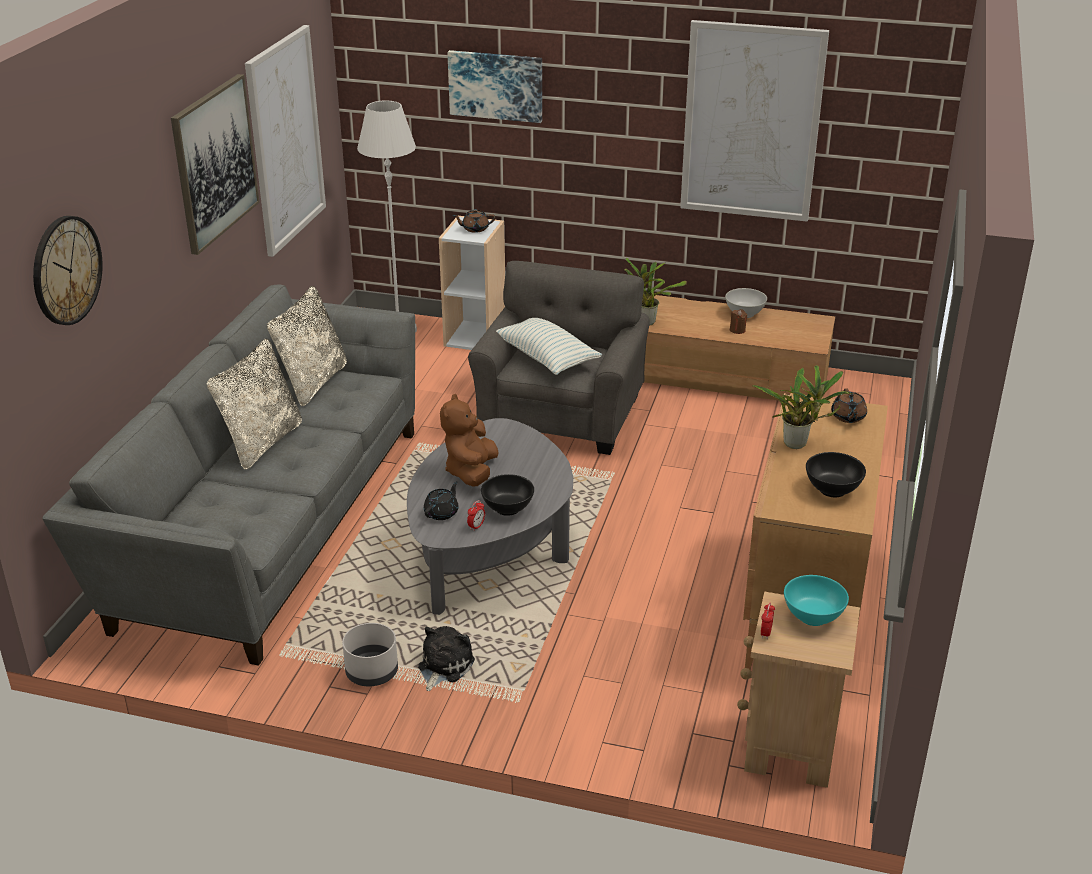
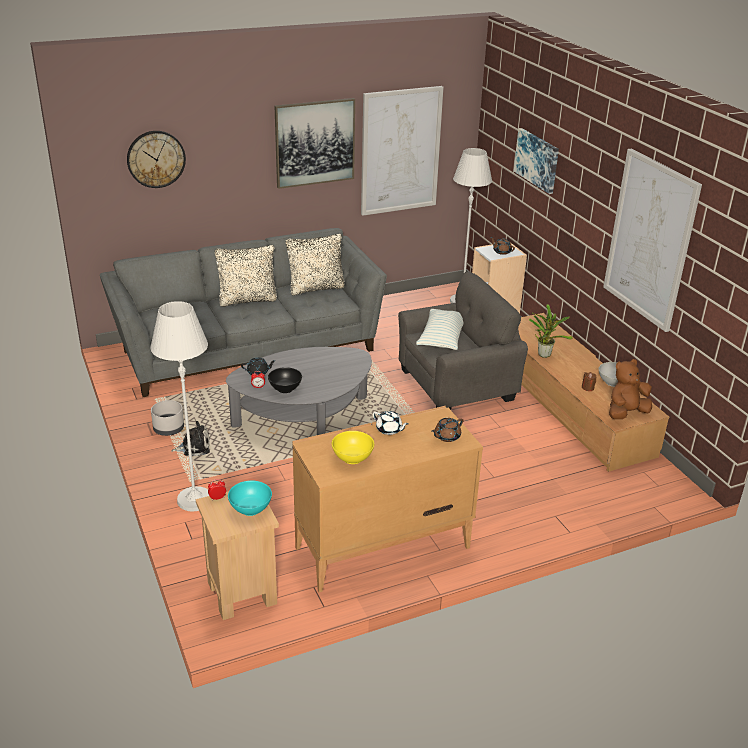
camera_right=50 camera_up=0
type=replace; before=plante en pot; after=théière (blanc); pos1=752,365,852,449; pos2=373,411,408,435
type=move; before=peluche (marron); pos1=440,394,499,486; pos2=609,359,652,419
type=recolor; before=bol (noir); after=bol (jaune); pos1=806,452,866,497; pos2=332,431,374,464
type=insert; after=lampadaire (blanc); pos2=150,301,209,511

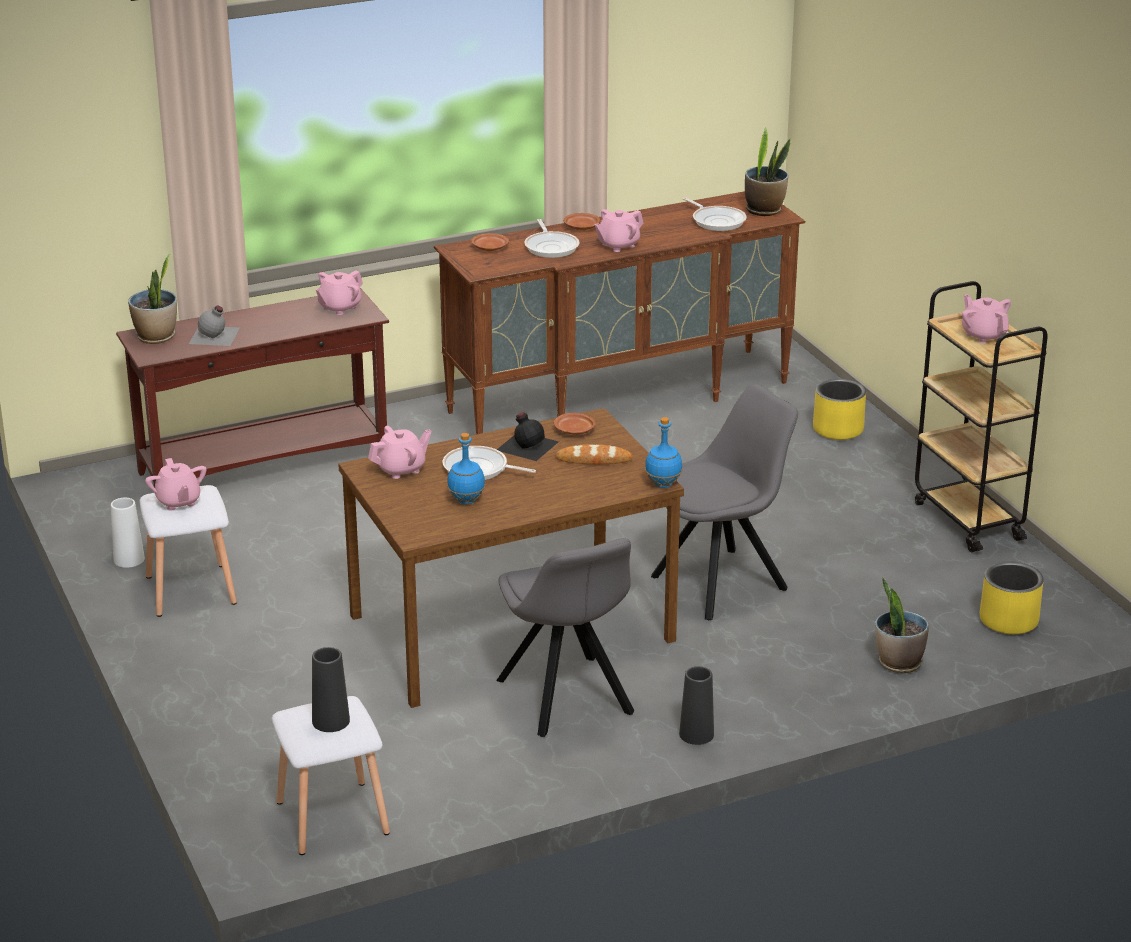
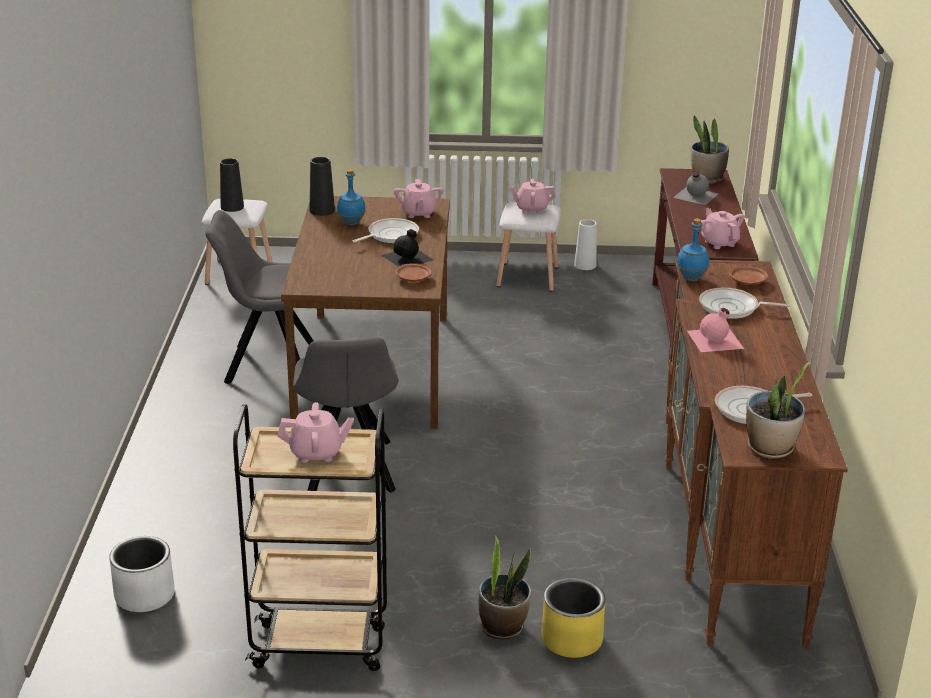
camera_right=115 camera_up=0
type=replace; before=théière (rose); after=bouteille (rose); pos1=595,209,644,252; pos2=687,308,744,352
type=delete; before=assiette (marron); pos1=563,213,600,230
type=move; before=bouteille (bleu); pos1=645,417,683,488; pos2=676,219,709,281
type=delete; before=pain; pos1=555,444,633,464
type=recolor; before=cache-pot (jaune); after=cache-pot (blanc); pos1=980,561,1044,634; pos2=109,536,175,612
type=move; before=plante en pot; pos1=875,577,929,673; pos2=479,535,531,640
type=move; before=vase (noir); pos1=679,666,714,745; pos2=310,157,335,216

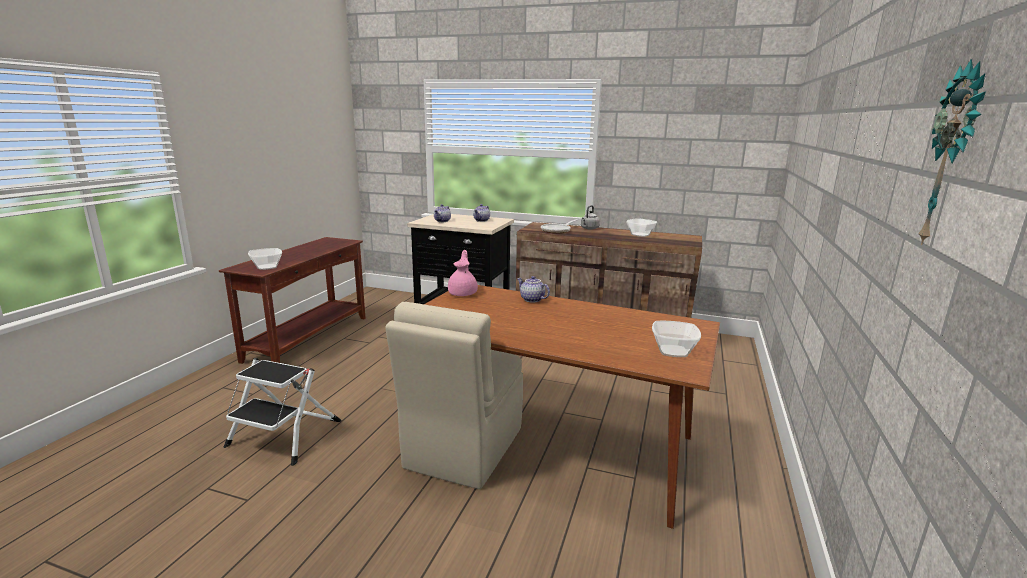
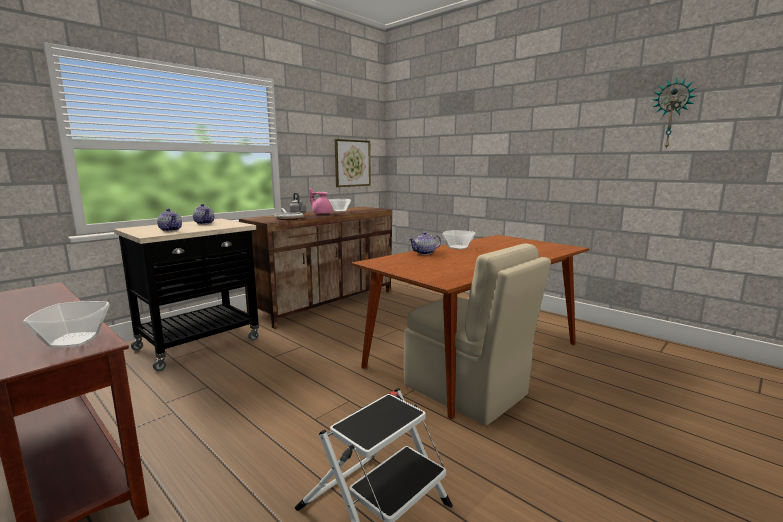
camera_right=-65 camera_up=-5
type=move; before=théière (rose); pos1=448,250,478,296; pos2=309,187,332,214
type=move; before=bol; pos1=652,321,701,357; pos2=442,230,475,250
type=insert; after=tableau; pos2=335,139,371,187

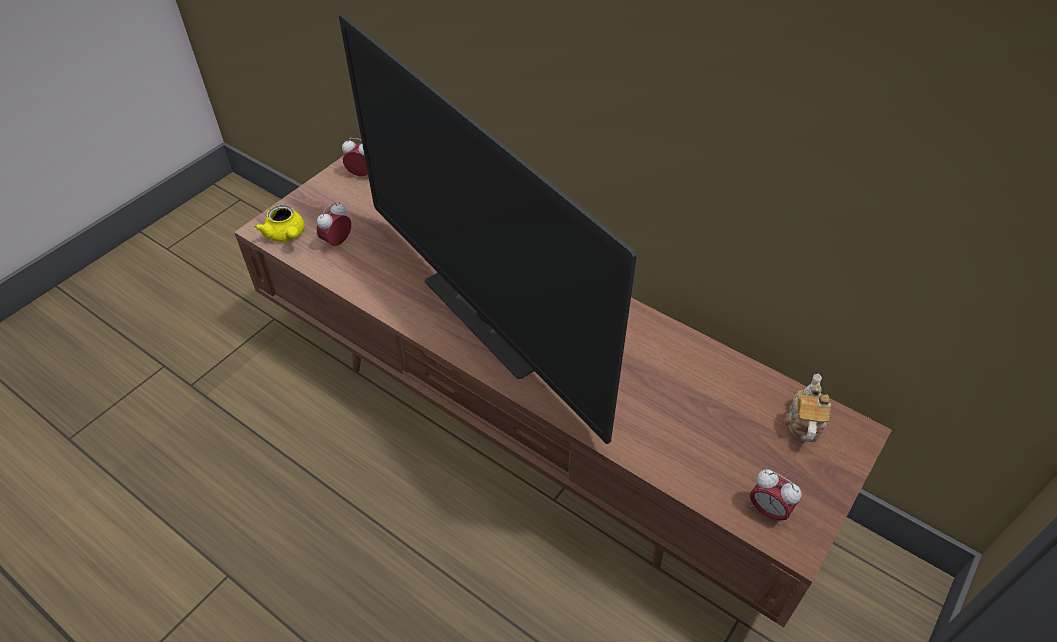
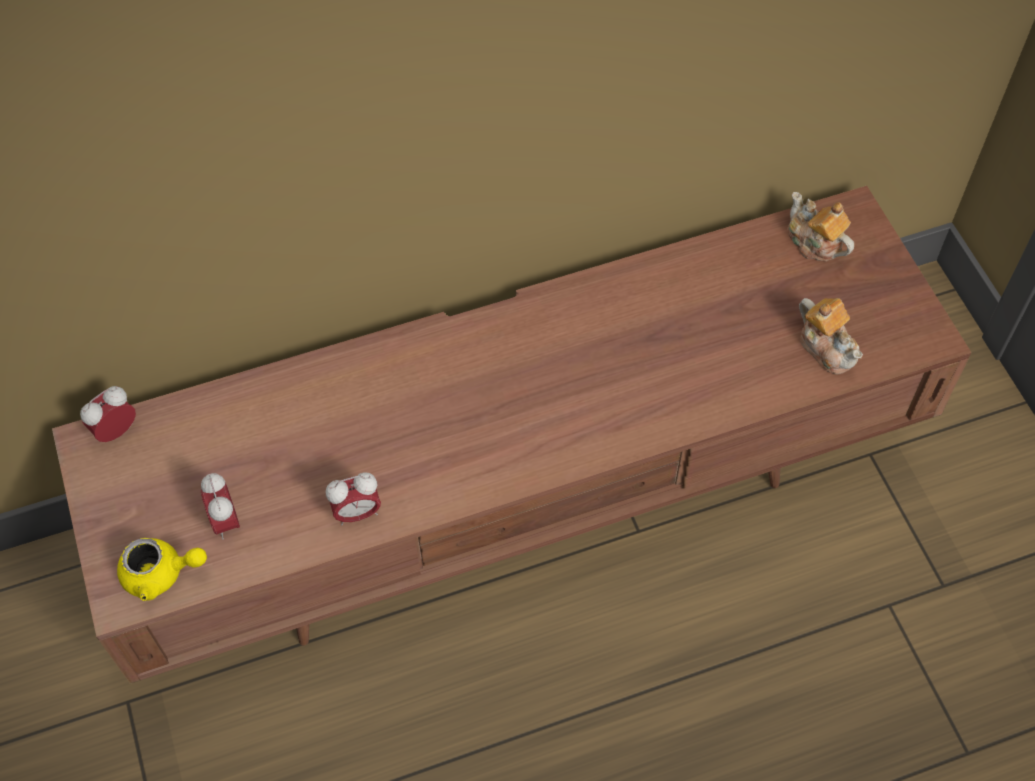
camera_right=-55 camera_up=10
type=delete; before=téléviseur; pos1=339,15,637,444
type=move; before=réveil; pos1=750,469,802,525; pos2=326,472,381,525
type=insert; after=théière; pos2=799,298,863,374

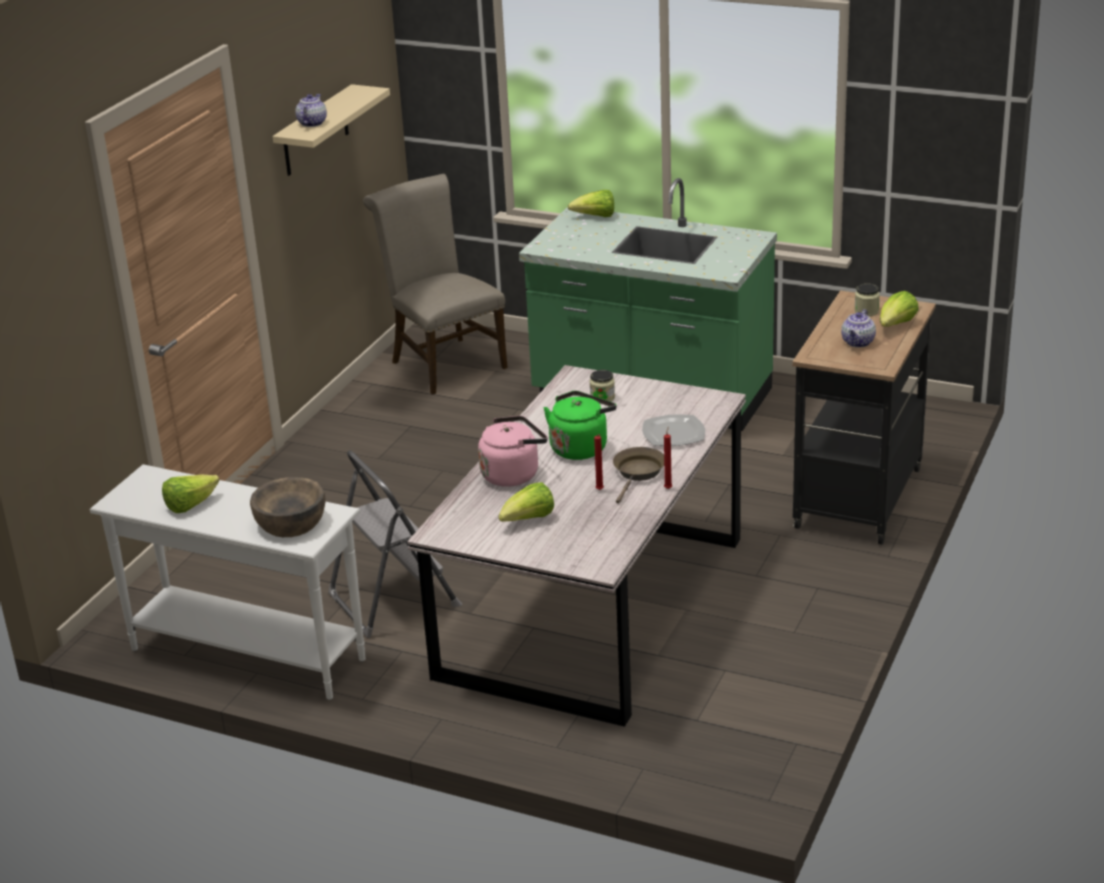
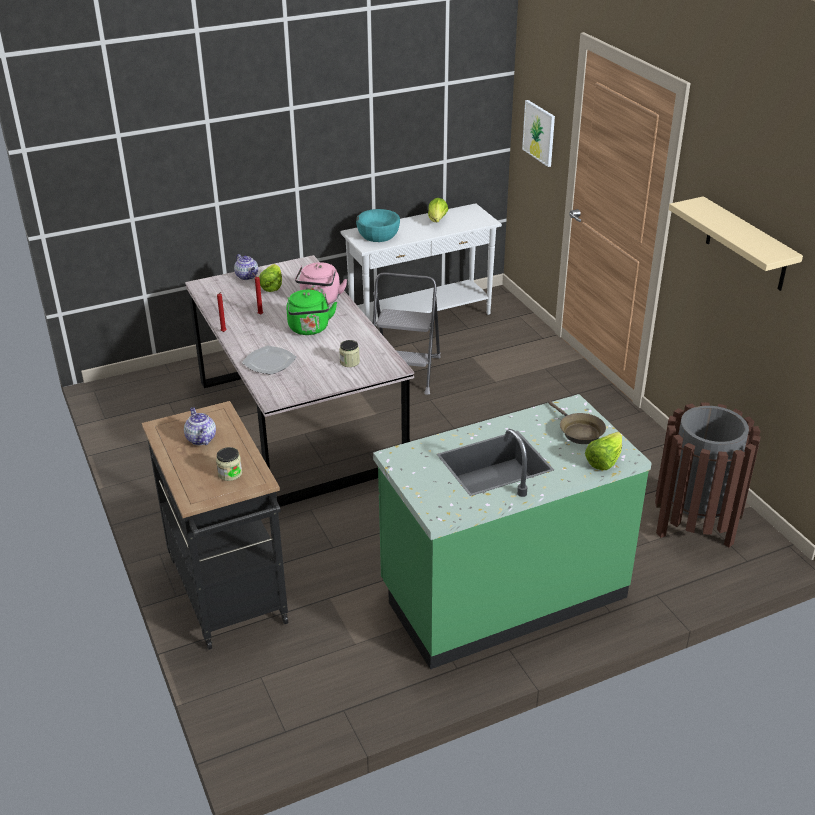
camera_right=130 camera_up=5
type=move; before=théière; pos1=295,94,327,127; pos2=234,254,258,280
type=replace; before=chaise (beige); after=poubelle (marron); pos1=363,174,508,395; pos2=655,403,761,547
type=delete; before=laitue; pos1=880,291,919,327
type=move; before=poêle (marron); pos1=613,447,664,504; pos2=549,401,606,444
type=recolor; before=bol (marron); after=bol (turquoise); pos1=250,477,325,537; pos2=356,209,400,242
type=insert; after=tableau; pos2=522,100,555,167

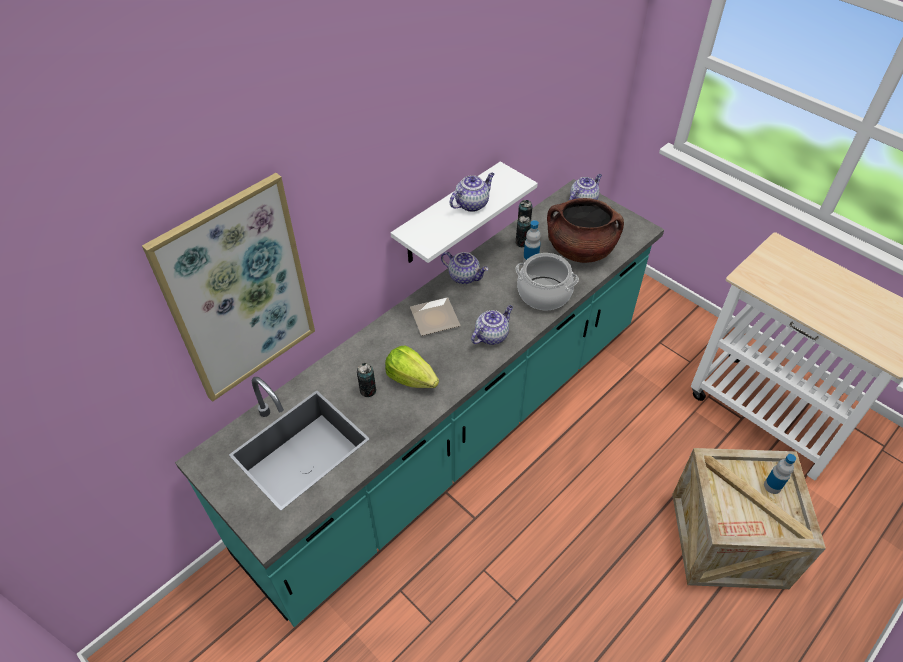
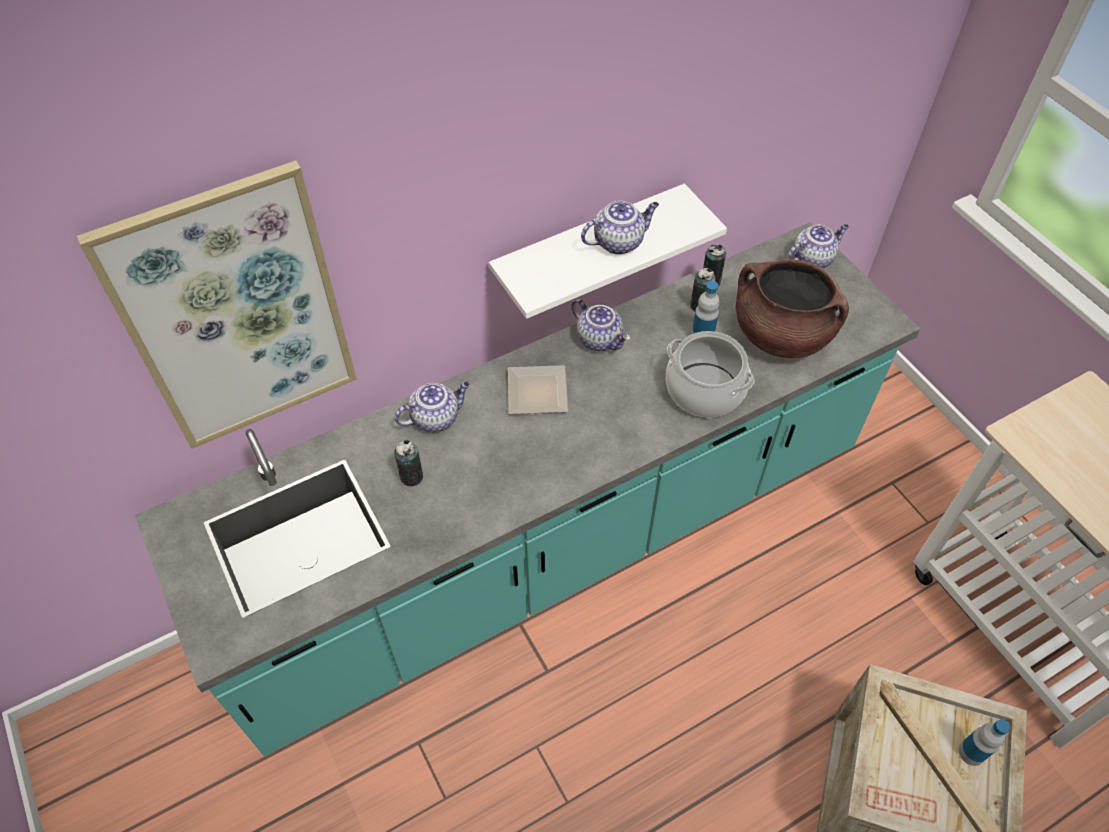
camera_right=15 camera_up=5
type=move; before=théière; pos1=471,305,513,345; pos2=395,382,470,432
type=delete; before=laitue; pos1=385,345,439,388

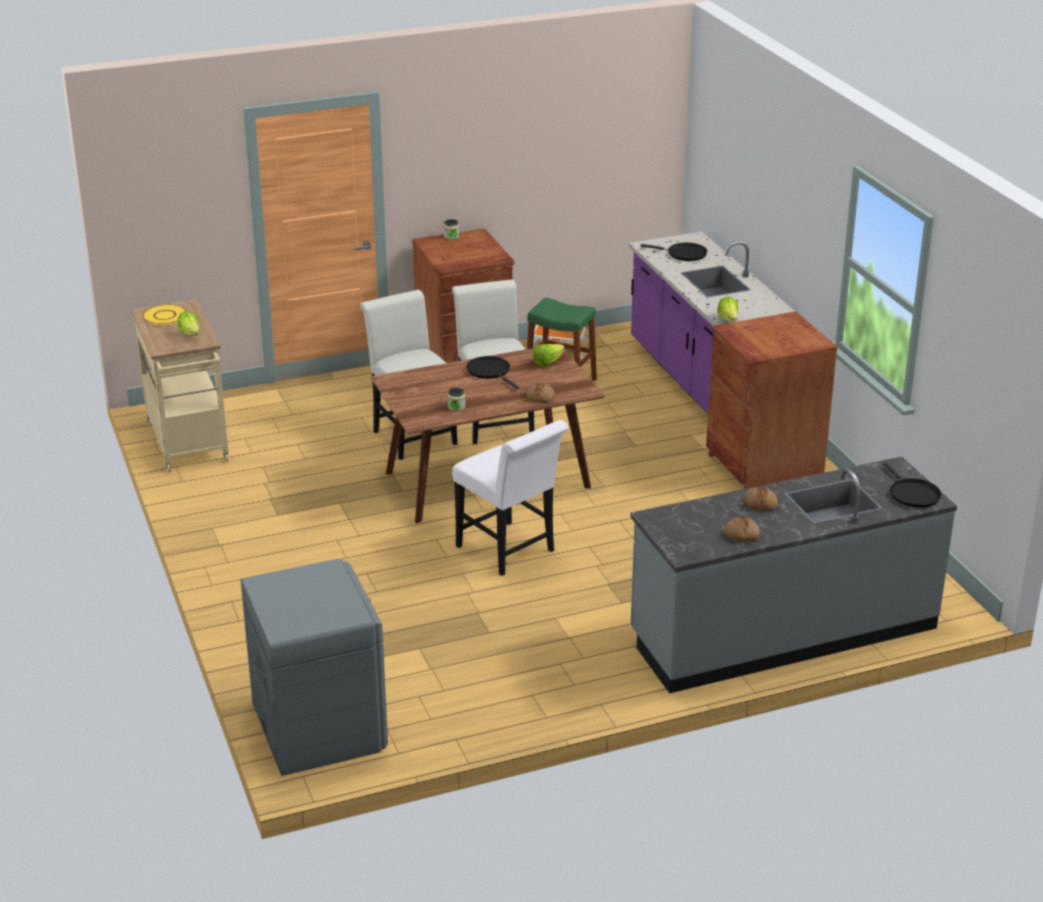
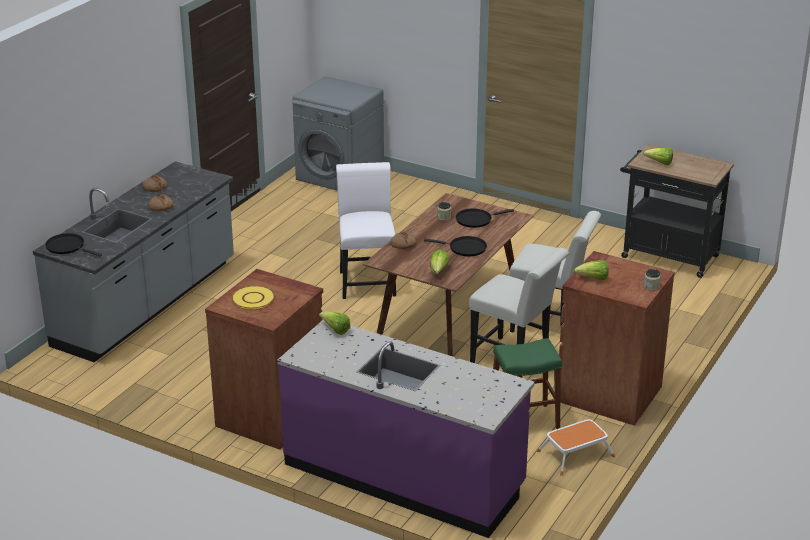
camera_right=140 camera_up=0
type=move; before=poêle (noir); pos1=641,243,707,261; pos2=456,209,514,228
type=recolor; before=chariot (beige); after=chariot (noir); pos1=131,299,229,472; pos2=620,144,734,278
type=move; before=assiette (jaune); pos1=142,305,187,325; pos2=232,286,275,309
type=rotate; before=chaise (blanc); pos1=452,420,569,576; pos2=336,162,396,299; turn=75
type=insert; after=laitue; pos2=574,260,608,280

